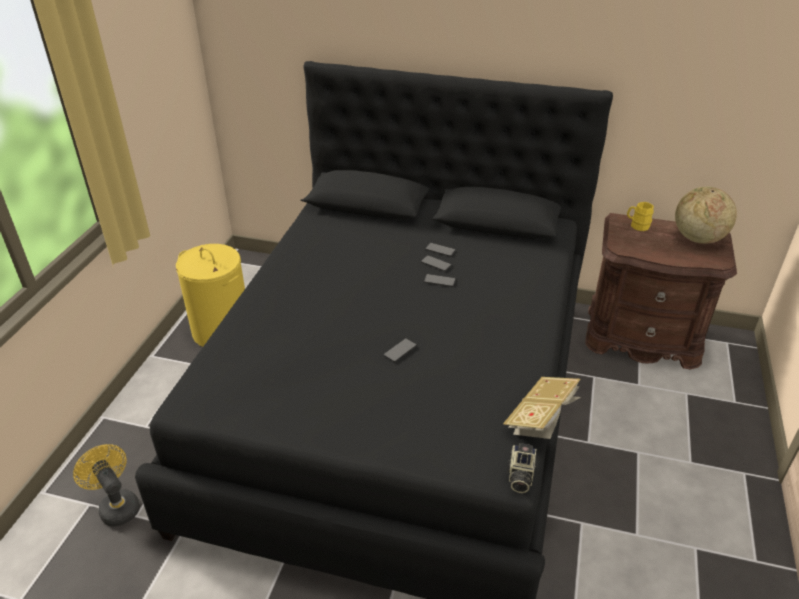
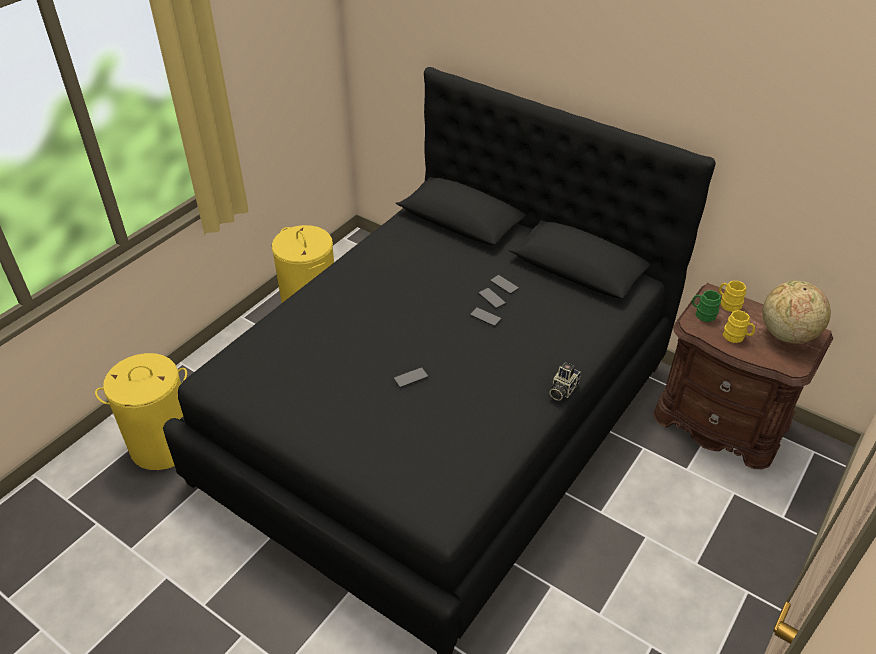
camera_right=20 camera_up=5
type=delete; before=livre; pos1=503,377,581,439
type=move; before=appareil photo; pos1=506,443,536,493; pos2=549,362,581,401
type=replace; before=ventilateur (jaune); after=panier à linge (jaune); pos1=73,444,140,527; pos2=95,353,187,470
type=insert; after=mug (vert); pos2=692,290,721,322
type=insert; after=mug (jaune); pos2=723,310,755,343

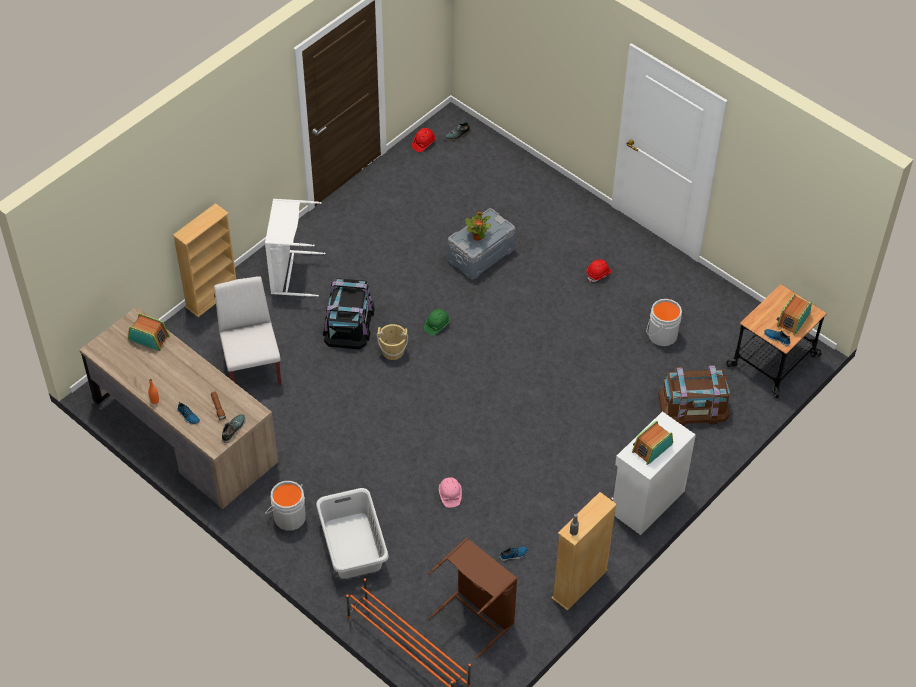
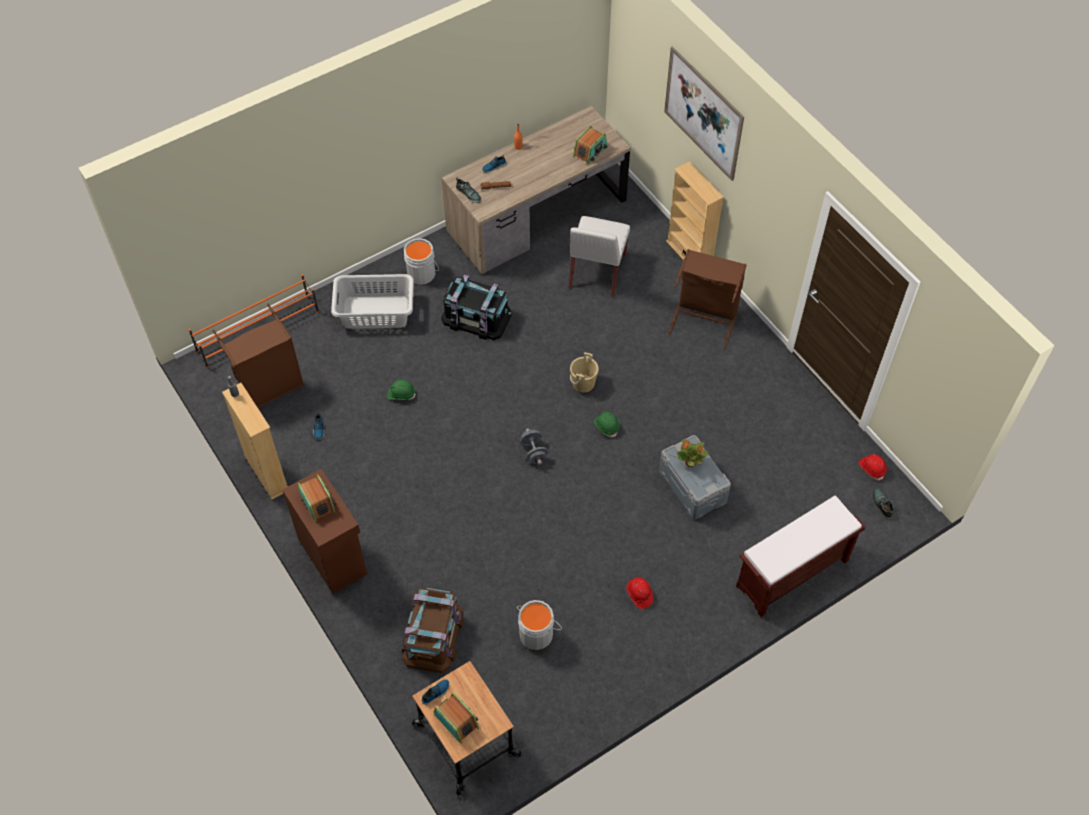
camera_right=105 camera_up=5
type=recolor; before=panier à linge (blanc); after=panier à linge (marron); pos1=265,199,326,297; pos2=668,249,747,350
type=rotate; before=chaise (blanc); pos1=214,276,281,385; pos2=569,216,630,297; turn=105
type=move; before=boîte de rangement (noir); pos1=323,278,375,349; pos2=441,275,512,340
type=recolor; before=meuble de rangement (blanc); after=meuble de rangement (marron); pos1=611,411,696,535; pos2=283,469,367,594
type=recolor; before=casque de chantier (rose); after=casque de chantier (vert); pos1=439,477,462,507; pos2=387,380,416,400
type=insert; after=tableau; pos2=664,46,744,181
type=insert; after=haltère (gris); pos2=520,428,548,465
type=insert; after=banc (marron); pos2=736,495,865,617

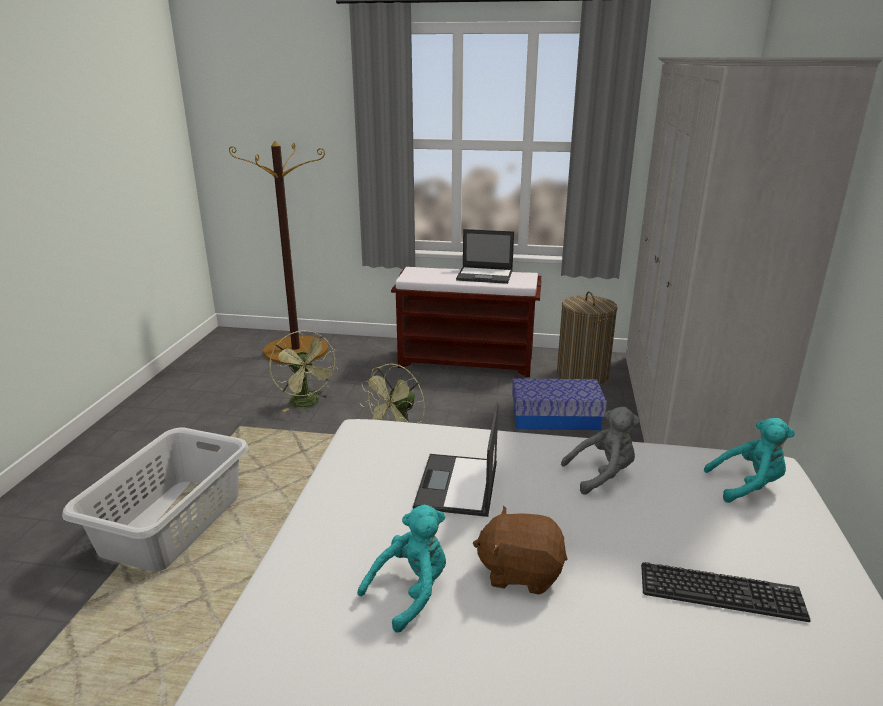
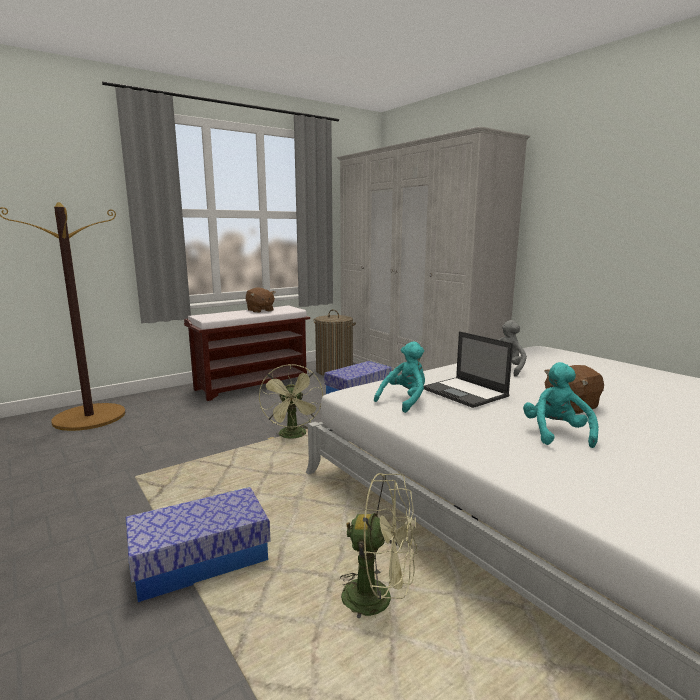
camera_right=-45 camera_up=-10
type=replace; before=ordinateur portable; after=peluche (marron); pos1=456,229,514,284; pos2=246,287,275,313
type=move; before=ventilateur (vert); pos1=270,330,338,412; pos2=340,473,417,618
type=move; before=peluche (turquoise); pos1=704,418,795,503; pos2=374,341,425,413
type=replace; before=panier à linge (gris); after=boîte de rangement; pos1=62,428,249,571; pos2=125,487,271,602
type=delete; before=clavier; pos1=641,562,811,622

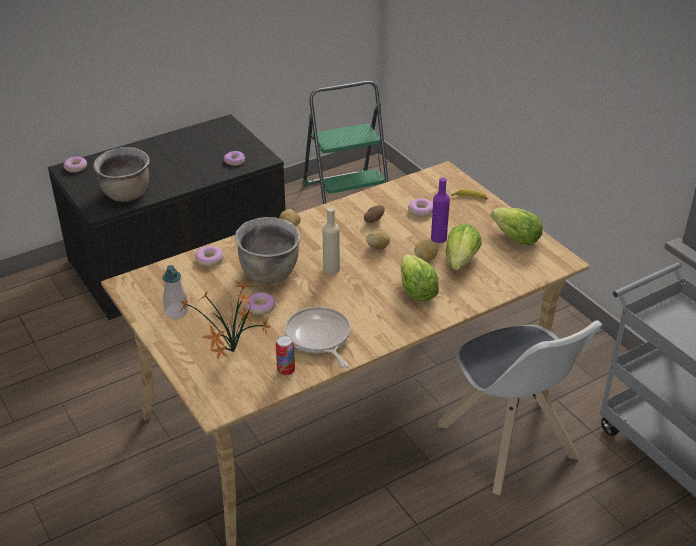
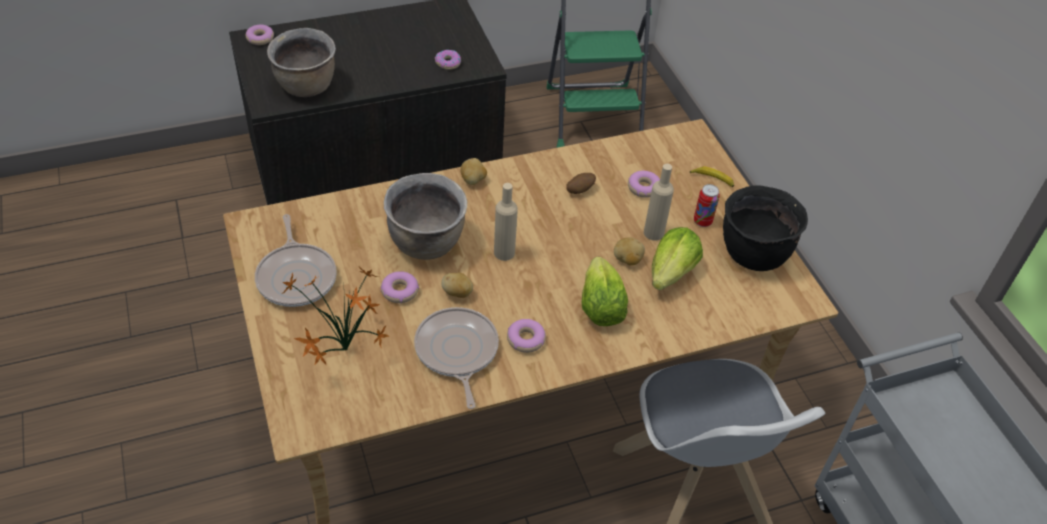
camera_right=10 camera_up=10
type=recolor; before=bouteille (violet); after=bouteille (beige); pos1=431,178,450,243; pos2=644,164,674,241
type=replace; before=laitue; after=marmite (noir); pos1=491,208,542,246; pos2=723,185,808,271
type=move; before=pomme de terre; pos1=366,231,390,249; pos2=441,273,473,298
type=move; before=beignet; pos1=195,246,223,267; pos2=507,319,546,353
type=replace; before=distributeur de savon; after=poêle; pos1=162,265,188,319; pos2=255,214,337,307
type=move; before=boîte métallique; pos1=276,335,295,376; pos2=694,184,720,227

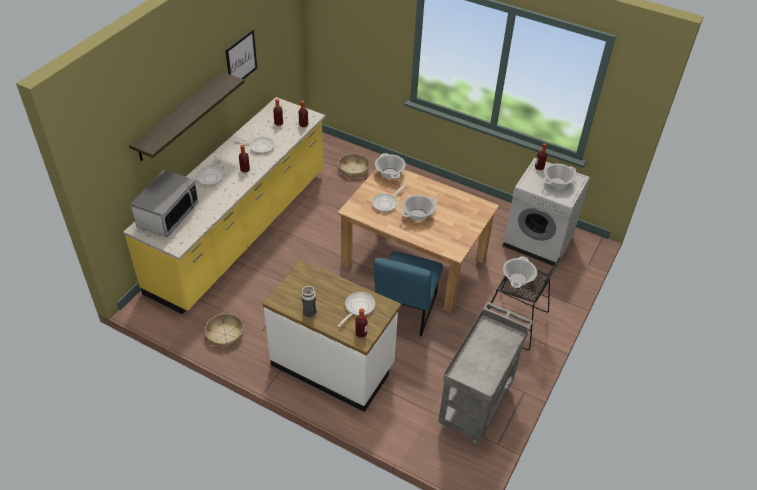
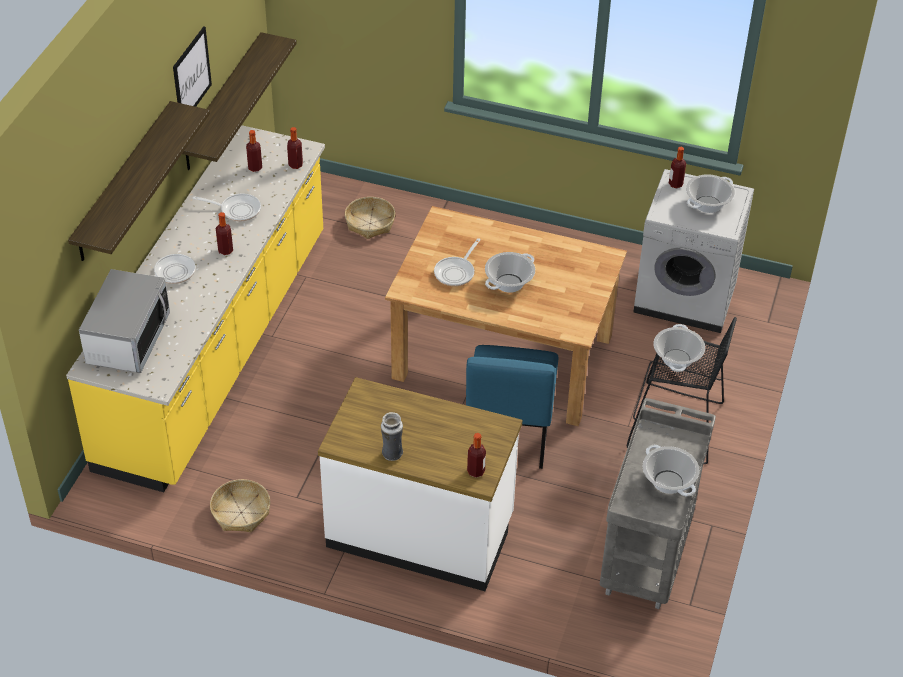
camera_right=-10 camera_up=0
type=move; before=marmite; pos1=375,153,406,179; pos2=643,445,699,497
type=delete; before=poêle; pos1=338,292,375,327
type=insert; after=étagère; pos2=182,32,297,170

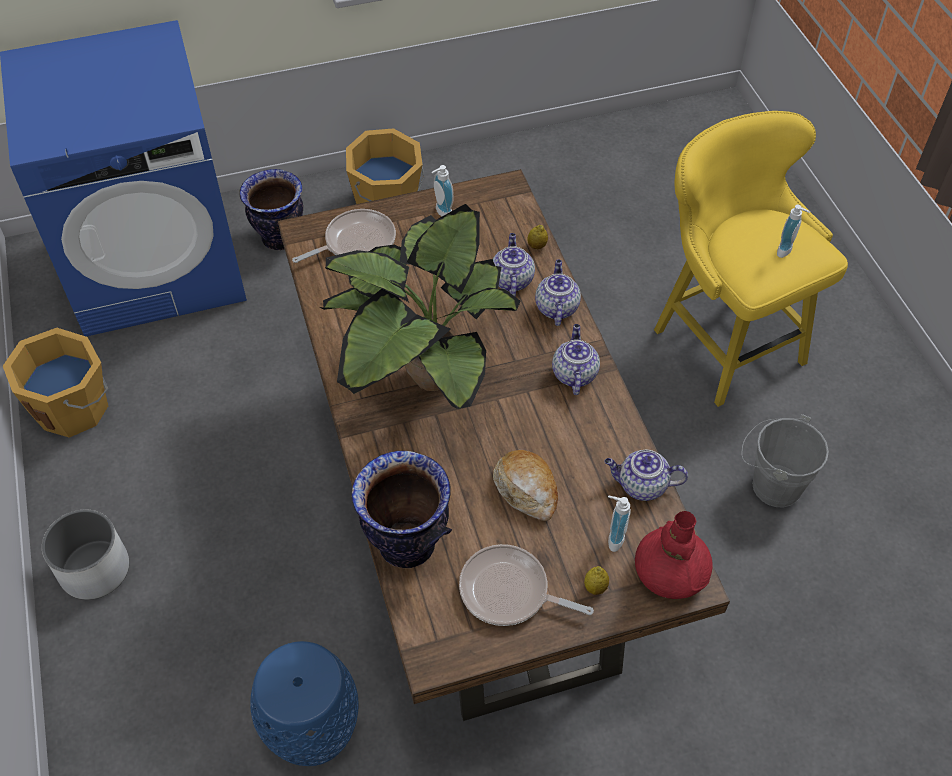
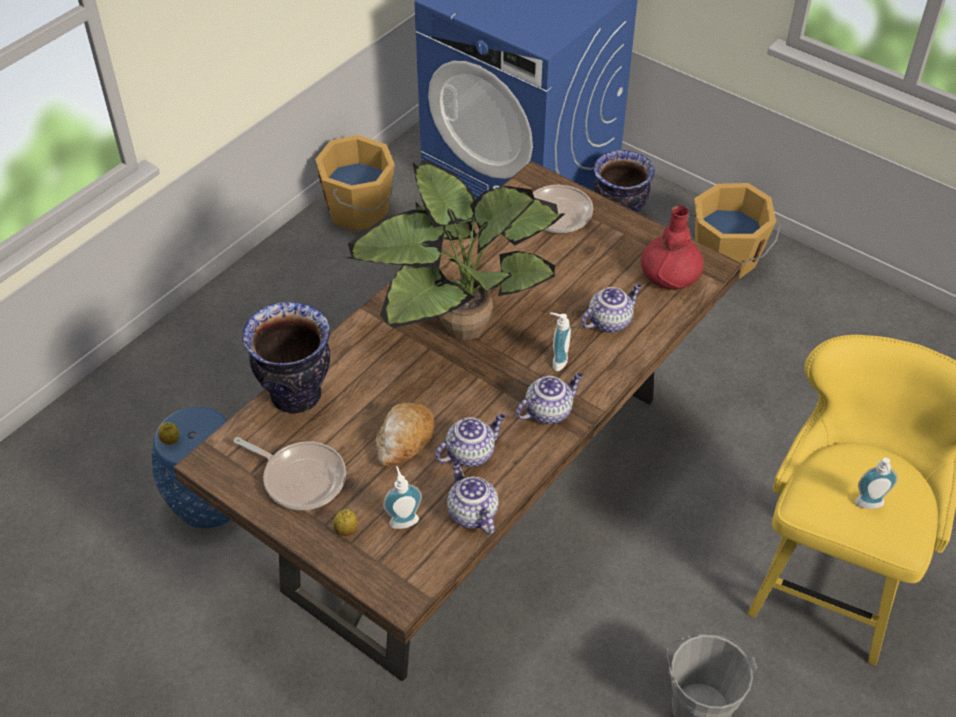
camera_right=55 camera_up=-5
type=move; before=distributeur de savon; pos1=432,165,453,217; pos2=550,312,571,371
type=move; before=citron; pos1=527,225,548,249; pos2=158,422,179,445
type=move; before=théière; pos1=535,259,581,326; pos2=435,414,505,467
type=delete; before=cache-pot (blanc); pos1=42,510,129,600
type=move; before=vase (rouge); pos1=635,511,713,599; pos2=641,205,703,290
type=rotate; before=poêle; pos1=459,544,594,626; pos2=234,437,346,510; turn=135

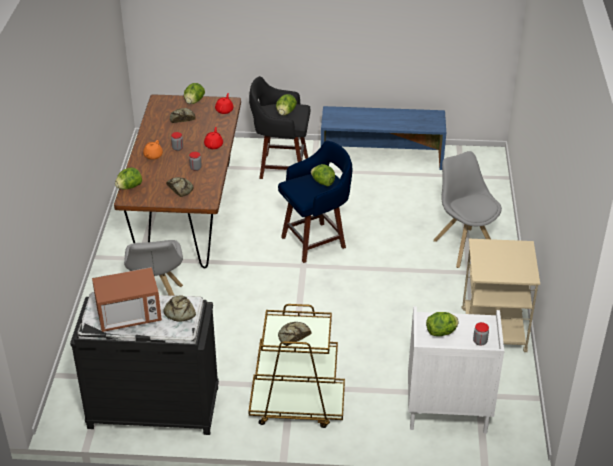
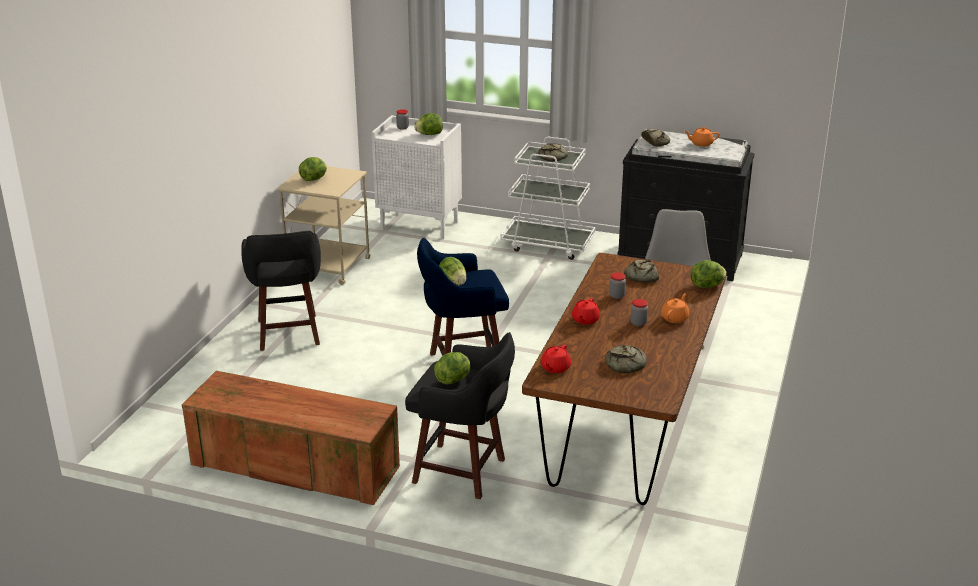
camera_right=-165 camera_up=-10
type=move; before=laitue; pos1=184,83,205,104; pos2=299,157,327,181
type=recolor; before=banc (bleu); after=banc (marron); pos1=321,106,446,170; pos2=182,371,400,505
type=replace; before=chaise (gris); after=tabouret (noir); pos1=433,151,502,268; pos2=241,231,321,351
type=replace; before=micro-ondes; after=théière (orange); pos1=92,267,162,332; pos2=684,127,720,147
type=recolor; before=chariot (marron); after=chariot (blanc); pos1=249,304,345,428; pos2=501,137,595,260

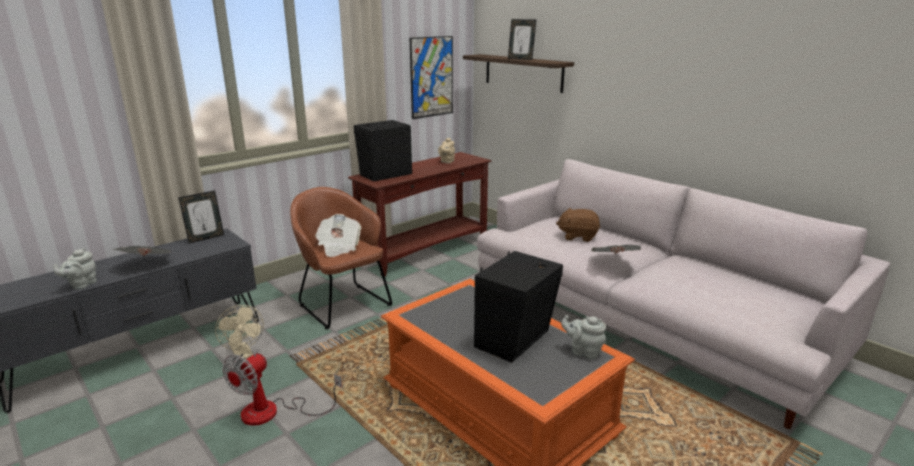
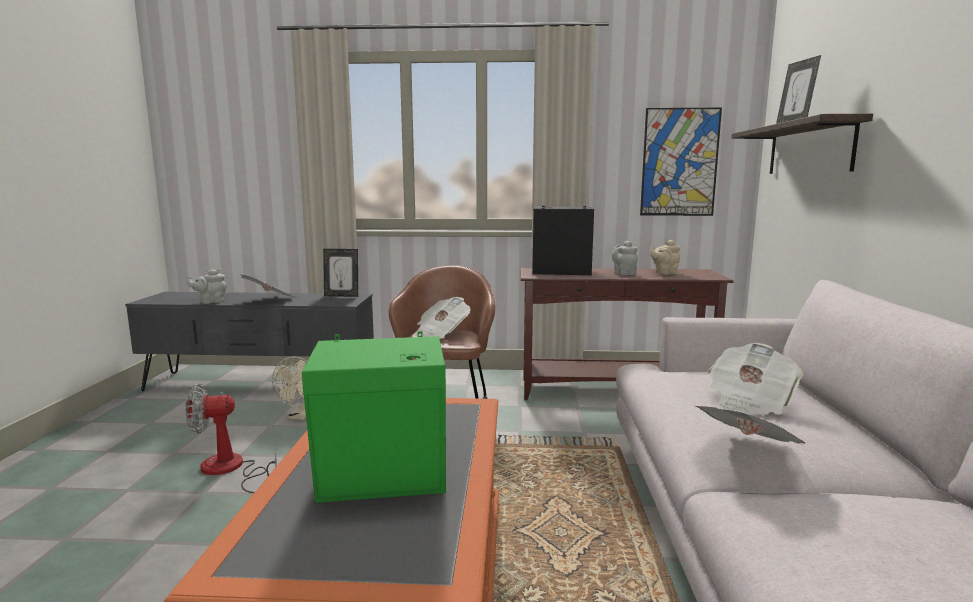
camera_right=45 camera_up=-10
type=replace; before=peluche (marron); after=journal; pos1=556,208,600,242; pos2=709,343,803,415
type=recolor; before=enceinte (noir); after=enceinte (vert); pos1=474,251,563,363; pos2=302,331,446,503
type=move; before=théière (gris); pos1=561,315,606,360; pos2=612,241,638,275

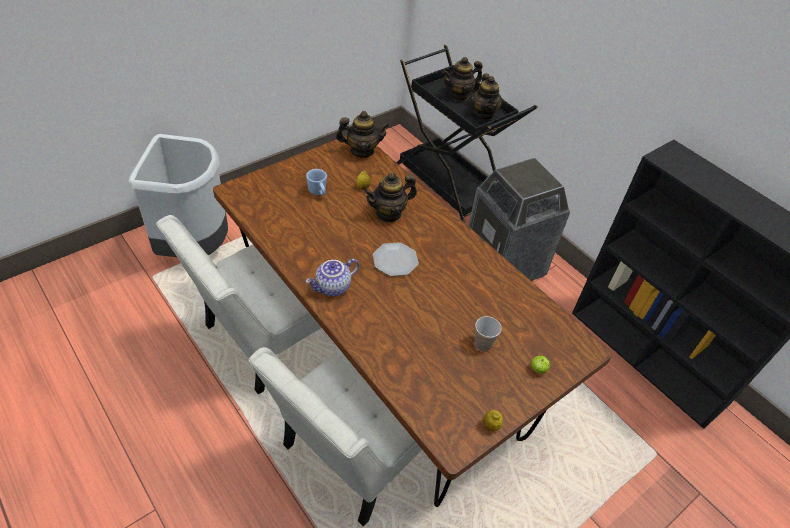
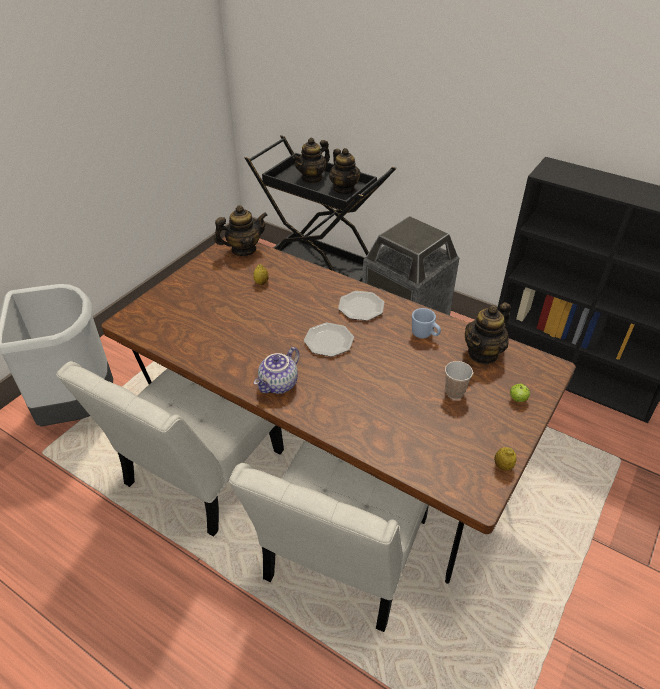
camera_right=-15 camera_up=-5
type=move; before=mug (bleu); pos1=306,169,327,195; pos2=412,308,441,338
type=move; before=théière; pos1=364,173,417,222; pos2=465,302,511,365
type=insert; after=assiette; pos2=338,291,384,321

